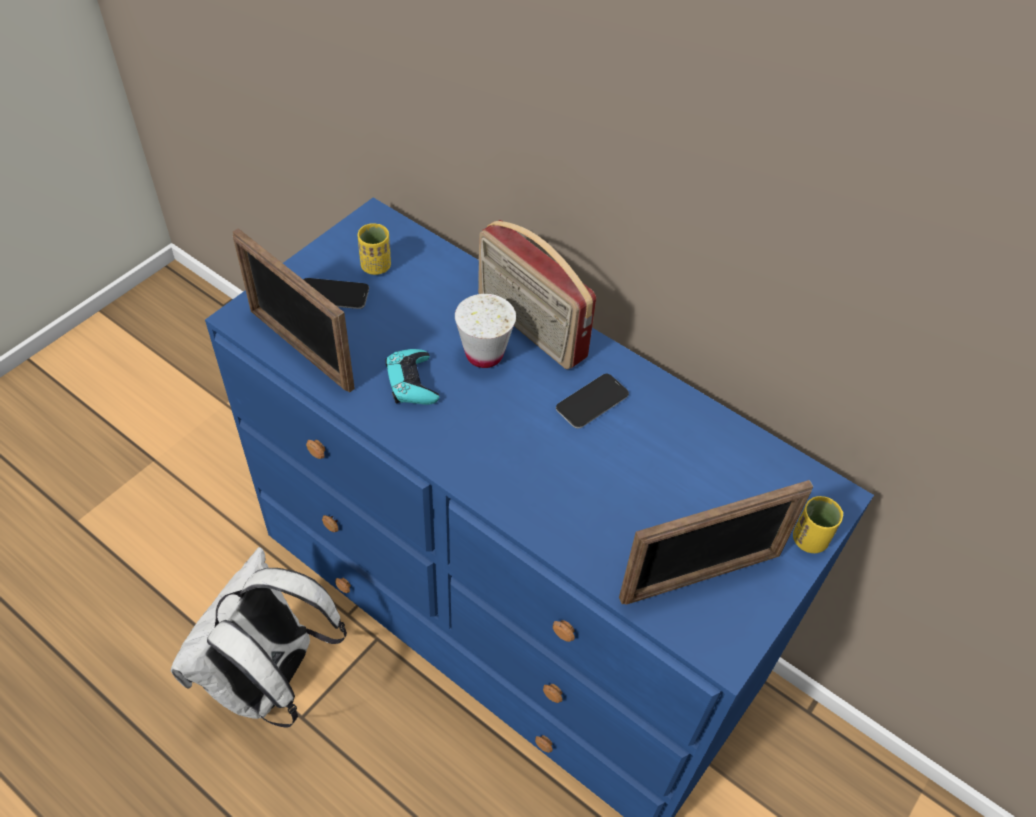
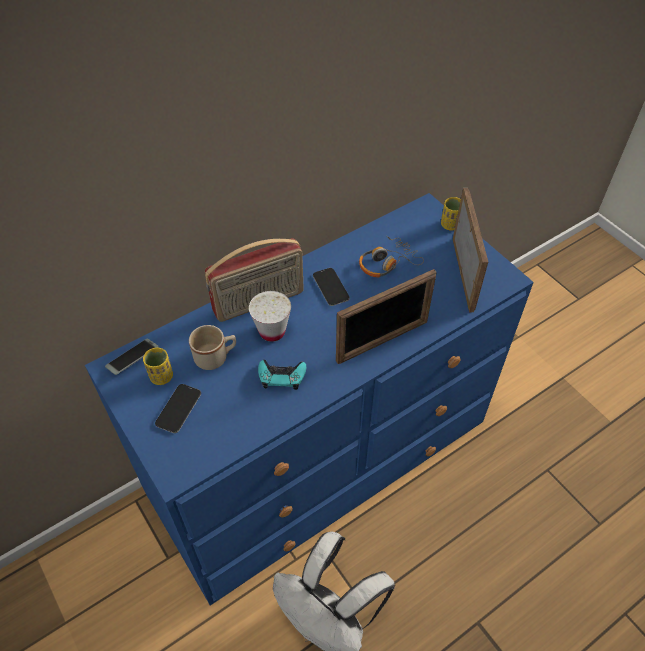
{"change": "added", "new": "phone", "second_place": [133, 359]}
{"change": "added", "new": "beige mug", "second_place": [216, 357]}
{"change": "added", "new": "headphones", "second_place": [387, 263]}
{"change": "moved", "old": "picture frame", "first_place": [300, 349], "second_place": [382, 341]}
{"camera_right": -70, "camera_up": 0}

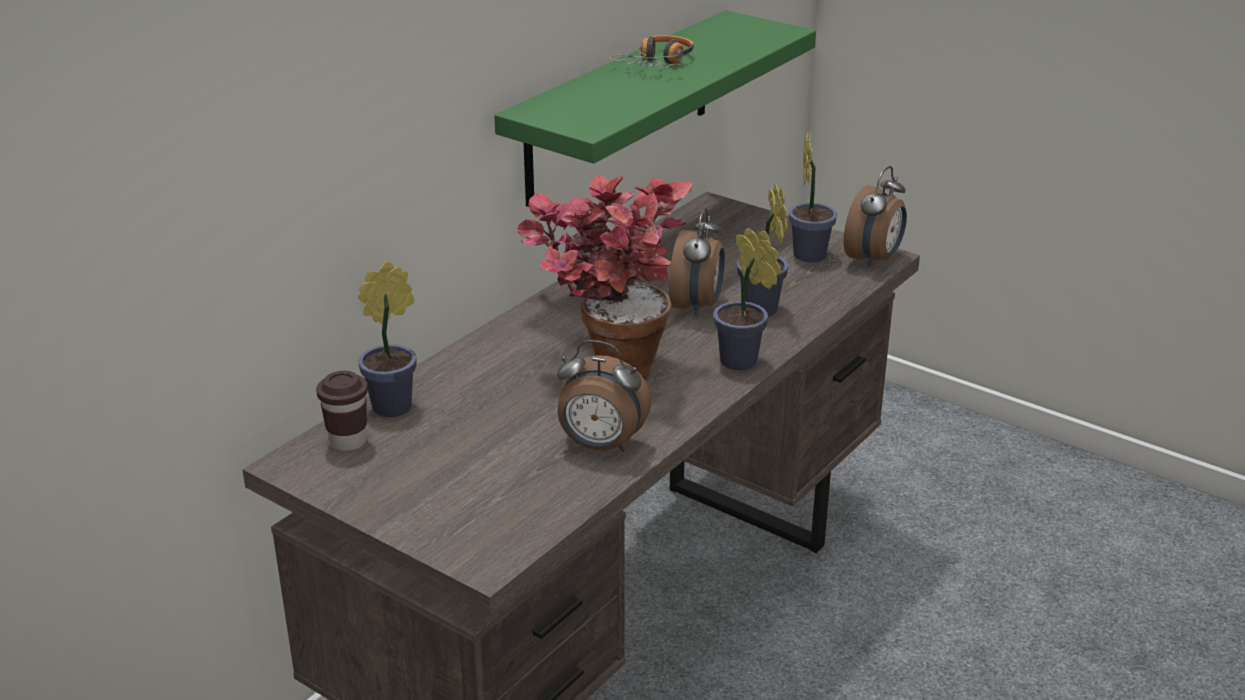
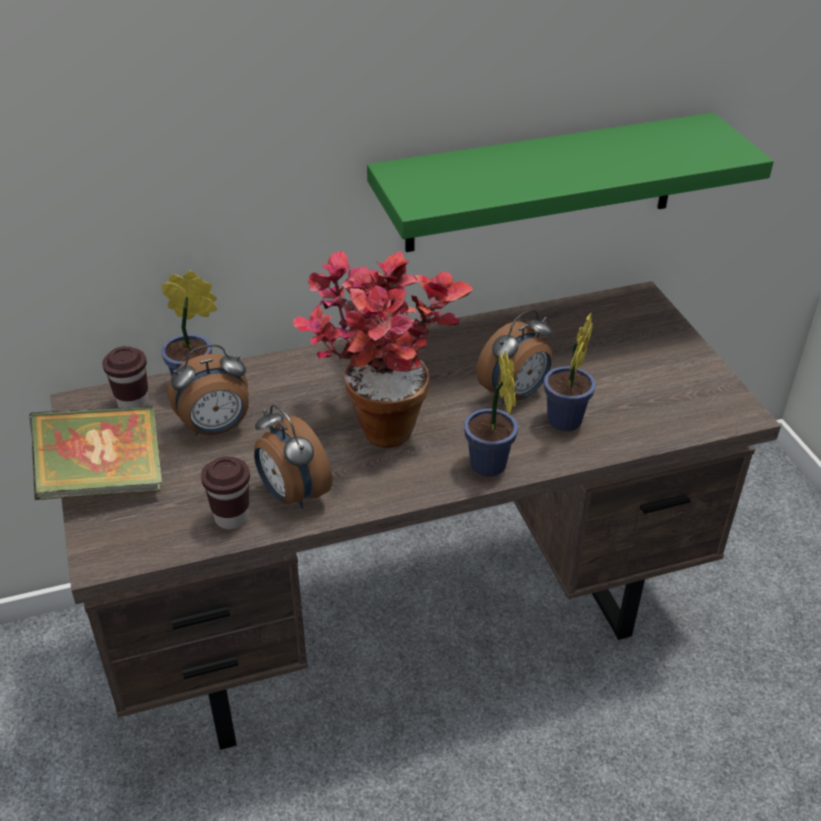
{"change": "removed", "old": "headphones", "first_place": [658, 63]}
{"change": "removed", "old": "potted plant", "first_place": [809, 253]}
{"change": "added", "new": "book", "second_place": [104, 481]}
{"change": "added", "new": "brown cup", "second_place": [231, 518]}
{"change": "moved", "old": "alarm clock", "first_place": [874, 259], "second_place": [216, 428]}
{"camera_right": 35, "camera_up": 10}

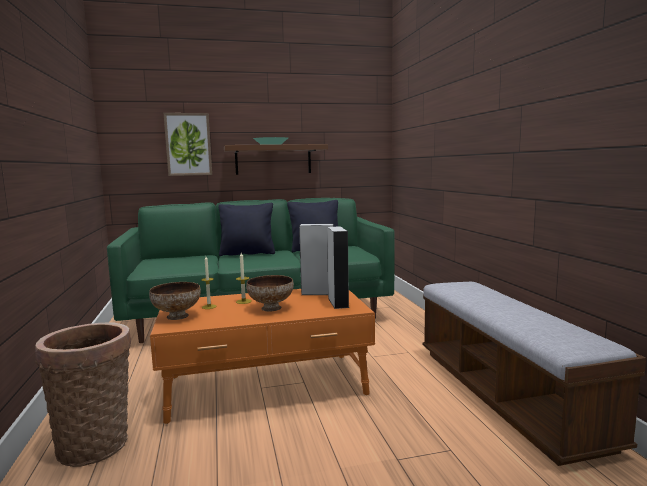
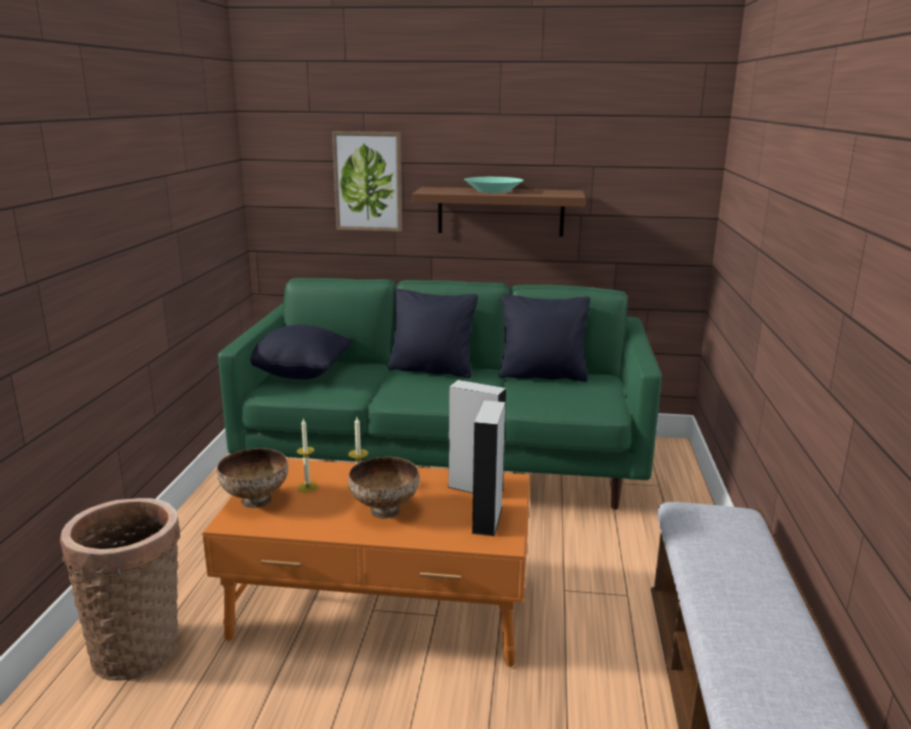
{"change": "added", "new": "black pillow", "second_place": [300, 373]}
{"camera_right": 20, "camera_up": 10}

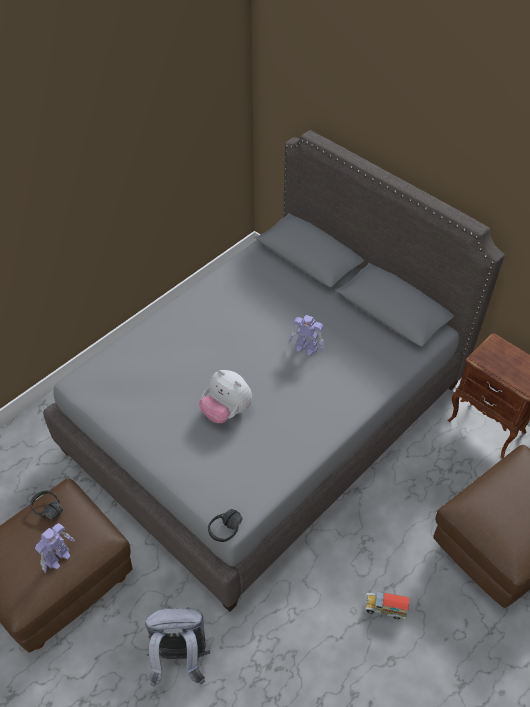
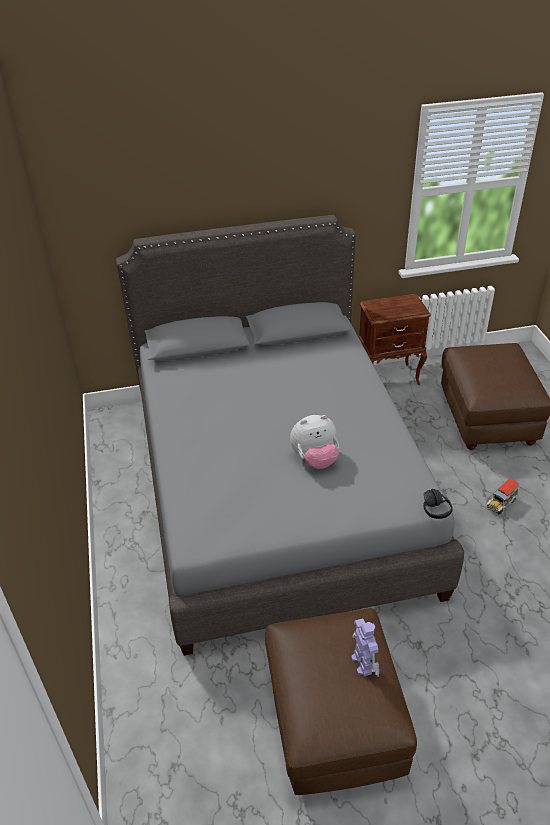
{"change": "removed", "old": "black headphones", "first_place": [44, 512]}
{"change": "removed", "old": "grey backpack", "first_place": [180, 658]}
{"change": "removed", "old": "toy robot", "first_place": [306, 348]}
{"camera_right": -55, "camera_up": -10}

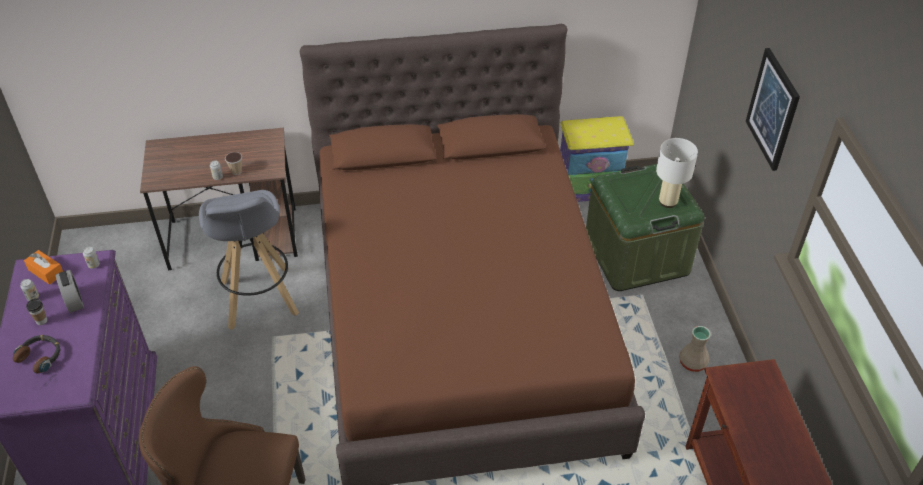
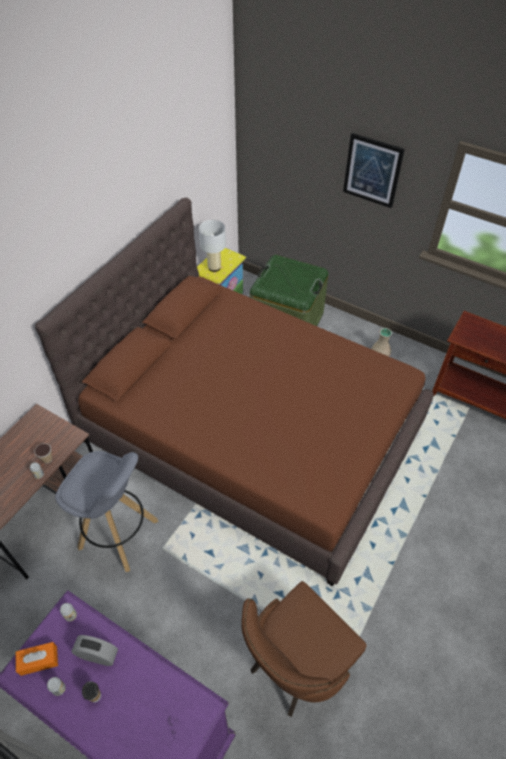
{"change": "removed", "old": "headphones", "first_place": [41, 356]}
{"change": "moved", "old": "white table lamp", "first_place": [668, 201], "second_place": [214, 267]}
{"camera_right": -50, "camera_up": 5}

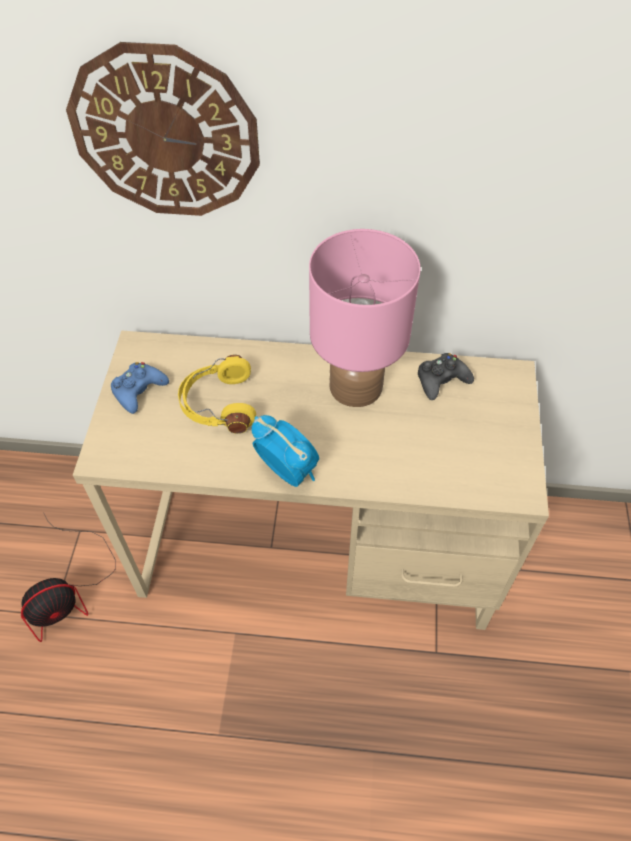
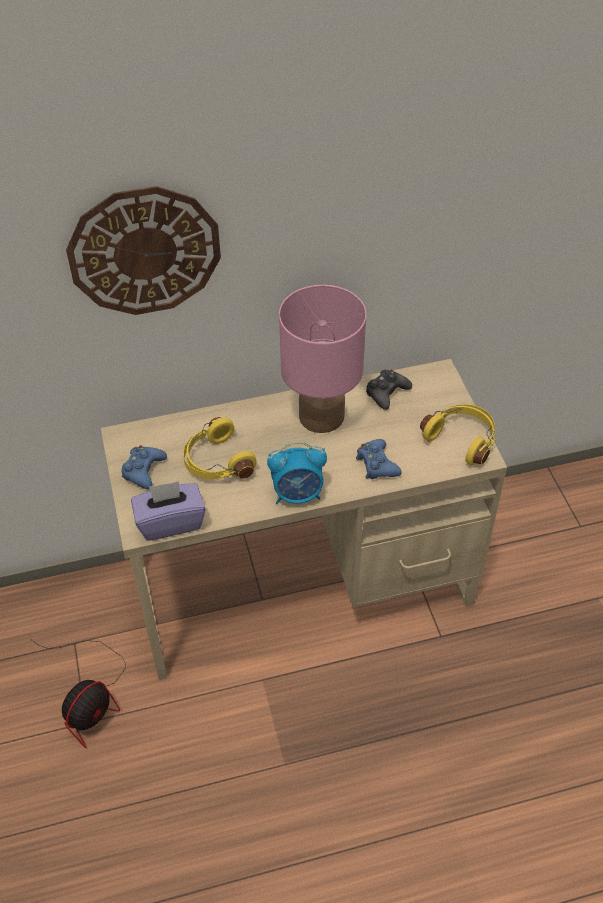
{"change": "added", "new": "purple tissue box", "second_place": [170, 522]}
{"change": "added", "new": "blue game controller", "second_place": [377, 464]}
{"change": "added", "new": "yellow headphones", "second_place": [462, 439]}
{"change": "turned", "old": "alarm clock", "first_place": [287, 471], "second_place": [298, 494], "degrees": 150}
{"camera_right": -20, "camera_up": -5}

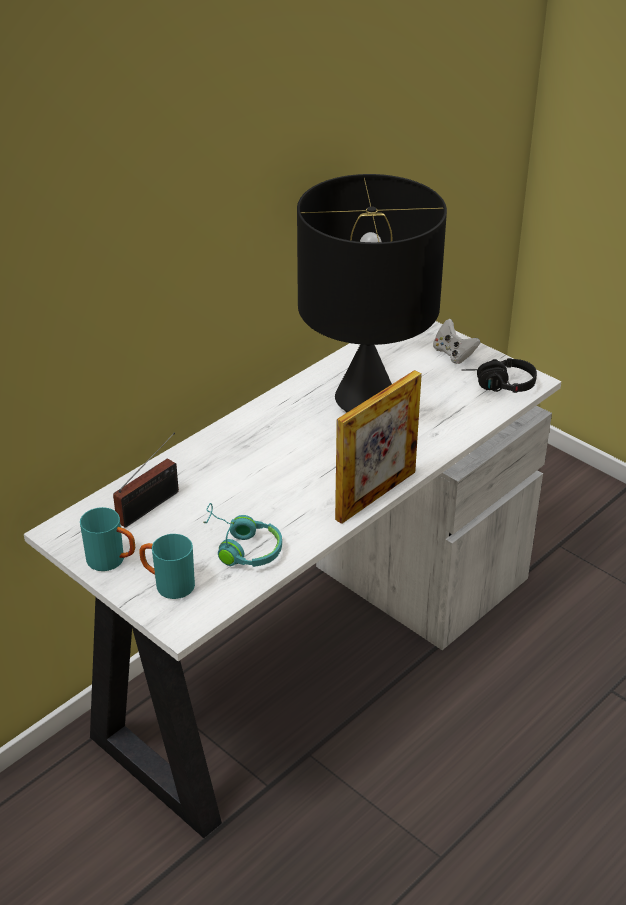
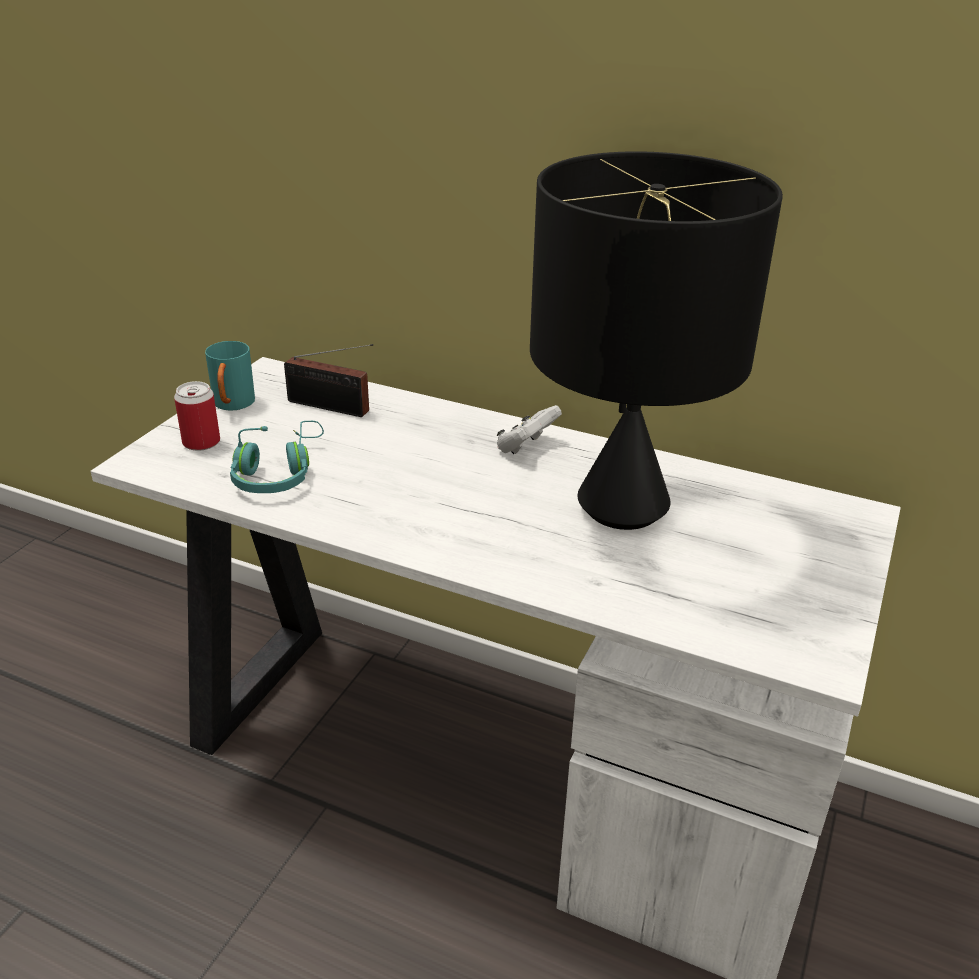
{"change": "removed", "old": "picture frame", "first_place": [376, 495]}
{"change": "removed", "old": "black headphones", "first_place": [498, 385]}
{"change": "moved", "old": "white game controller", "first_place": [453, 354], "second_place": [526, 447]}
{"change": "replaced", "old": "turquoise mug", "new": "can", "first_place": [168, 584], "second_place": [201, 442]}
{"camera_right": 70, "camera_up": -5}

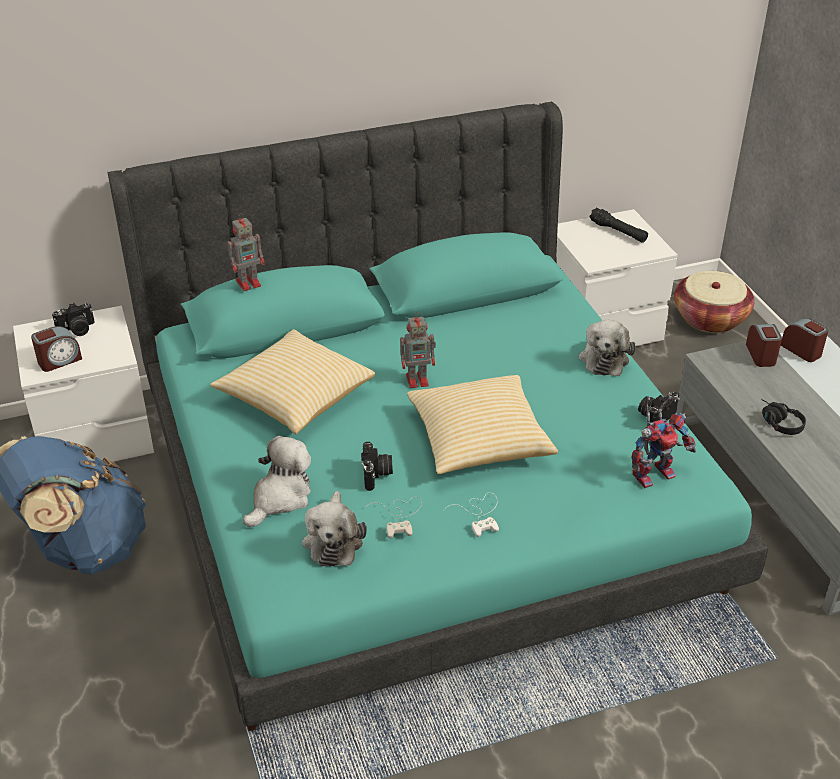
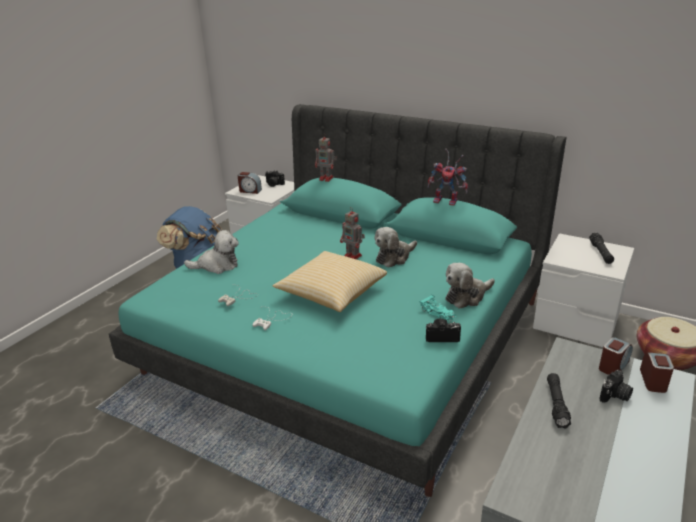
{"change": "removed", "old": "pillow", "first_place": [295, 397]}
{"change": "added", "new": "turquoise toy car", "second_place": [438, 313]}
{"change": "moved", "old": "plush toy", "first_place": [333, 540], "second_place": [394, 257]}
{"change": "moved", "old": "photo camera", "first_place": [376, 474], "second_place": [615, 396]}
{"change": "moved", "old": "toy robot", "first_place": [654, 472], "second_place": [448, 201]}
{"change": "replaced", "old": "black headphones", "new": "black flashlight", "first_place": [777, 422], "second_place": [556, 404]}
{"camera_right": 50, "camera_up": -10}

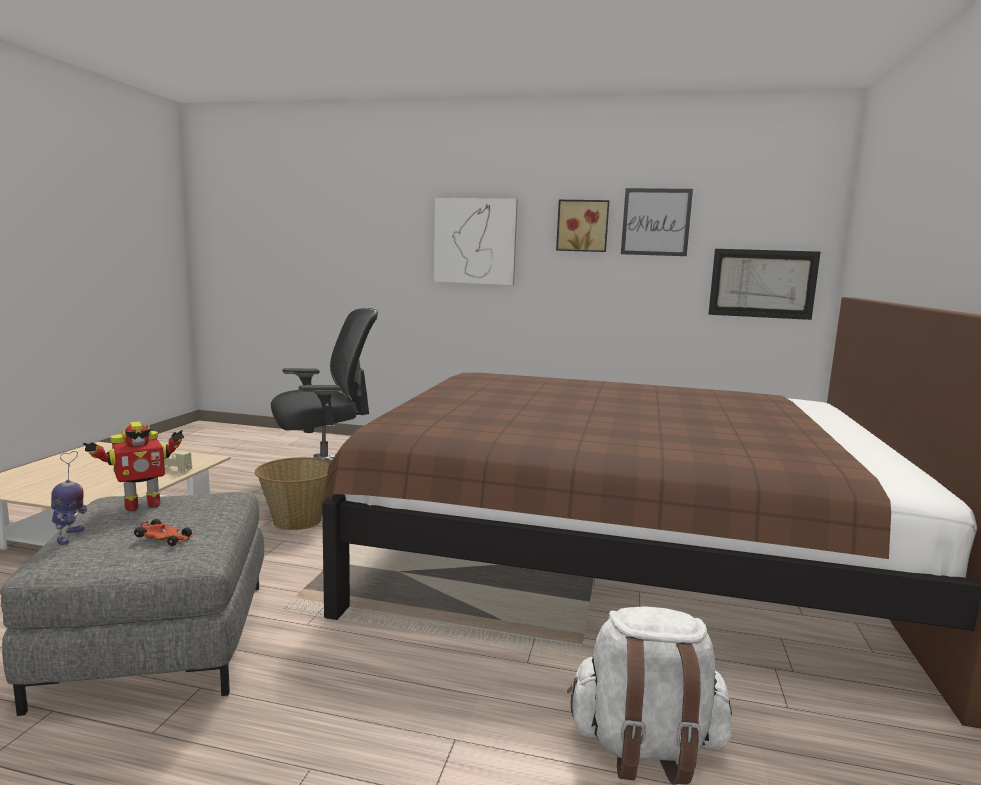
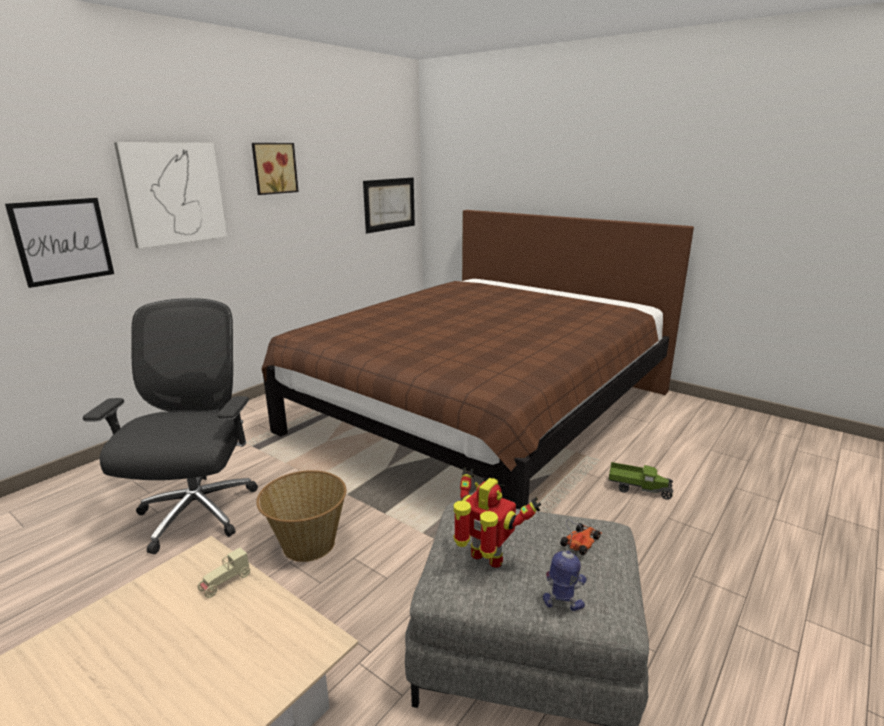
{"change": "removed", "old": "white backpack", "first_place": [645, 747]}
{"change": "added", "new": "toy truck", "second_place": [638, 488]}
{"change": "moved", "old": "picture", "first_place": [656, 222], "second_place": [63, 241]}
{"change": "turned", "old": "toy robot", "first_place": [141, 505], "second_place": [486, 560], "degrees": -45}
{"camera_right": -65, "camera_up": 10}

